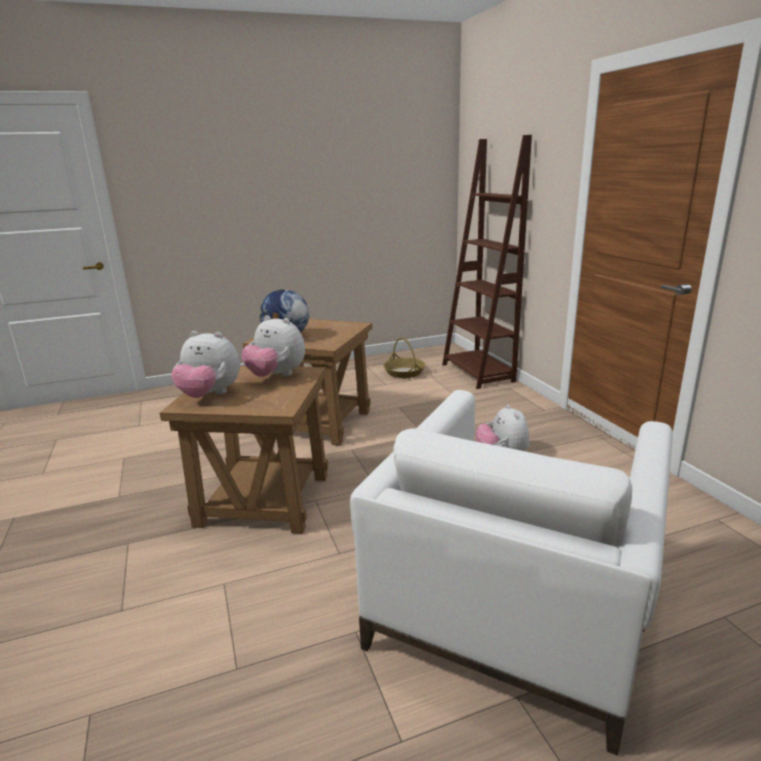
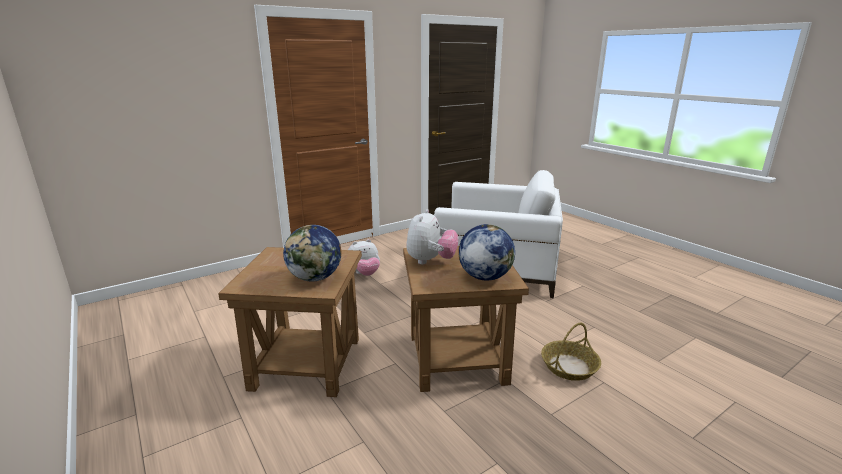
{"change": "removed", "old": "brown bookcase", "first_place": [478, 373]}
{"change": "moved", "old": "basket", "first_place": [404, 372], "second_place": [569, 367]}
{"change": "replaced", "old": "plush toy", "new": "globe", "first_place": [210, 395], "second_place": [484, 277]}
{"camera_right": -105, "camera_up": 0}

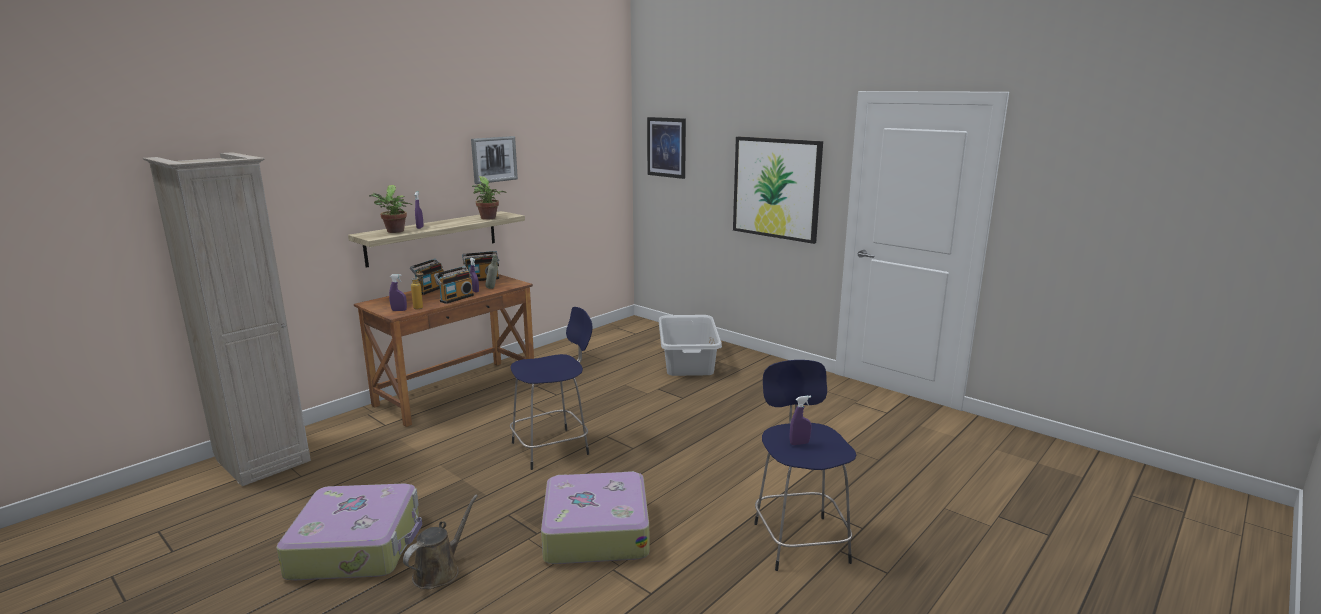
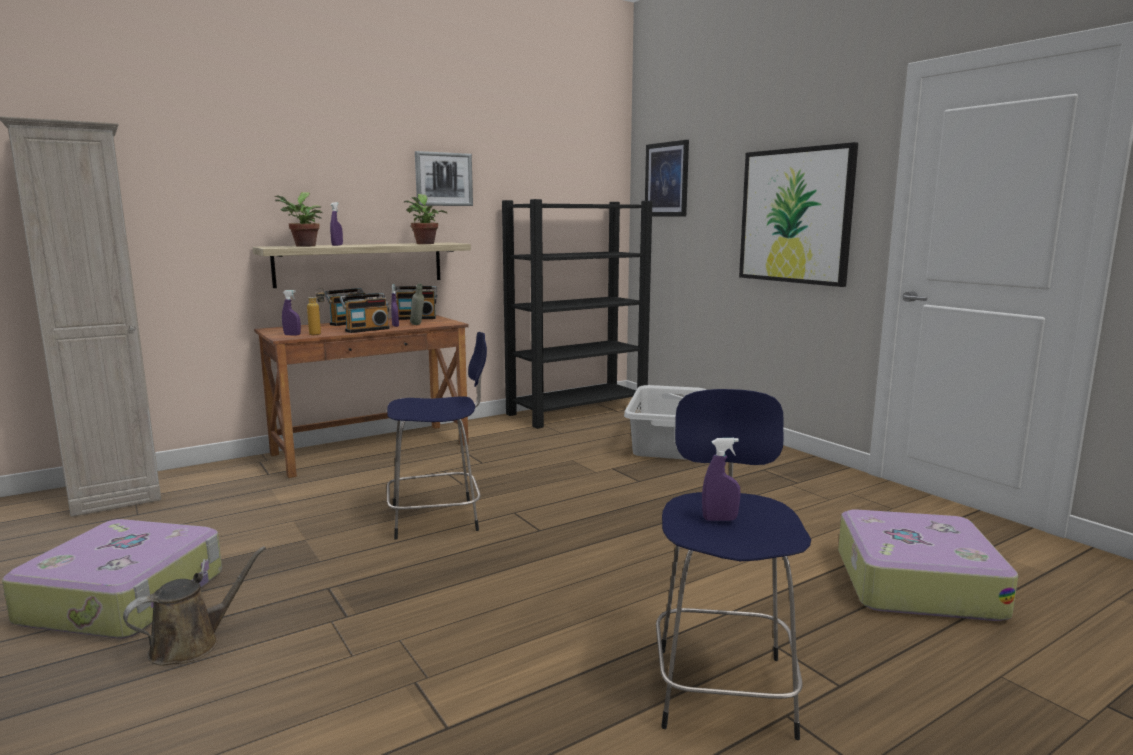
{"change": "added", "new": "black bookcase", "second_place": [577, 411]}
{"change": "moved", "old": "suitcase", "first_place": [595, 531], "second_place": [914, 582]}
{"camera_right": 15, "camera_up": -5}

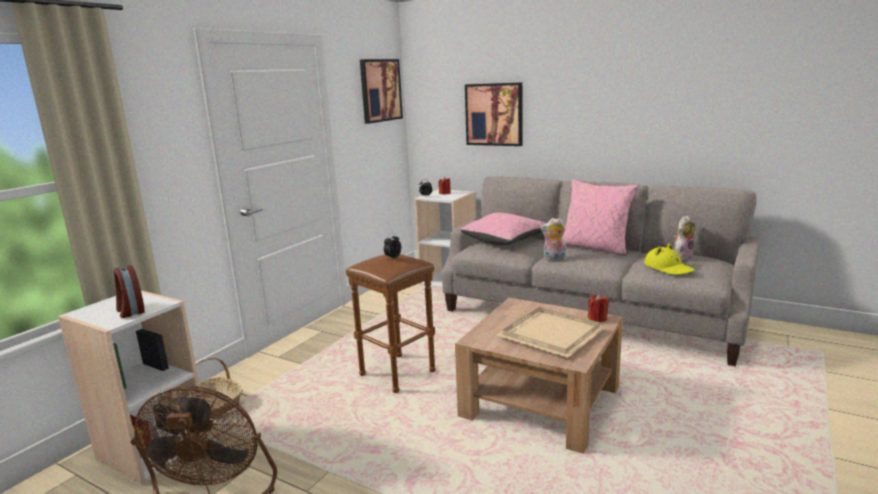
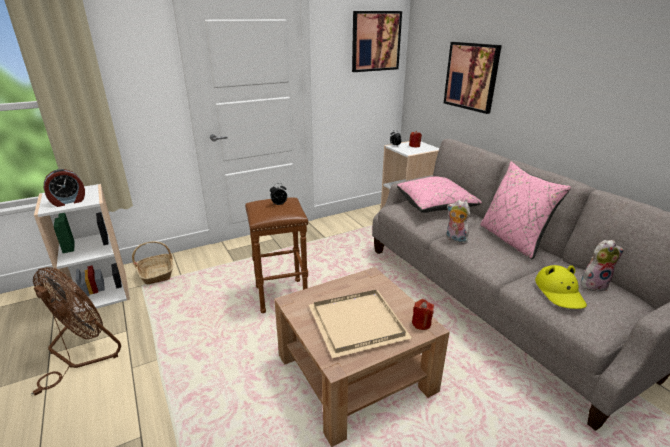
{"change": "turned", "old": "alarm clock", "first_place": [130, 311], "second_place": [68, 202], "degrees": -120}
{"camera_right": 30, "camera_up": 10}

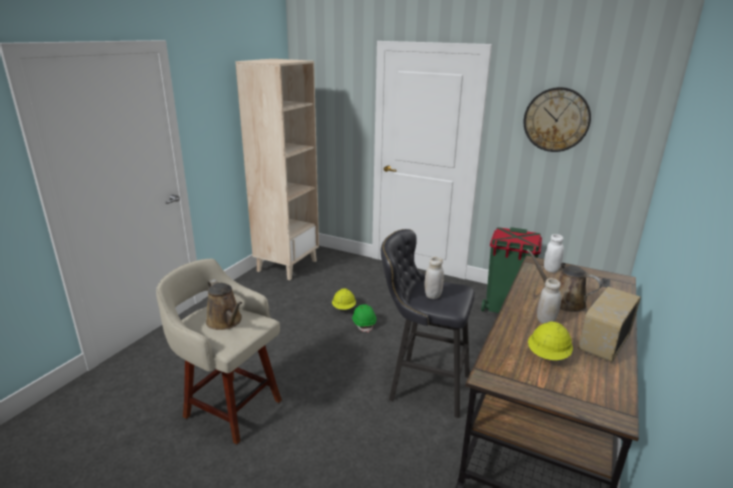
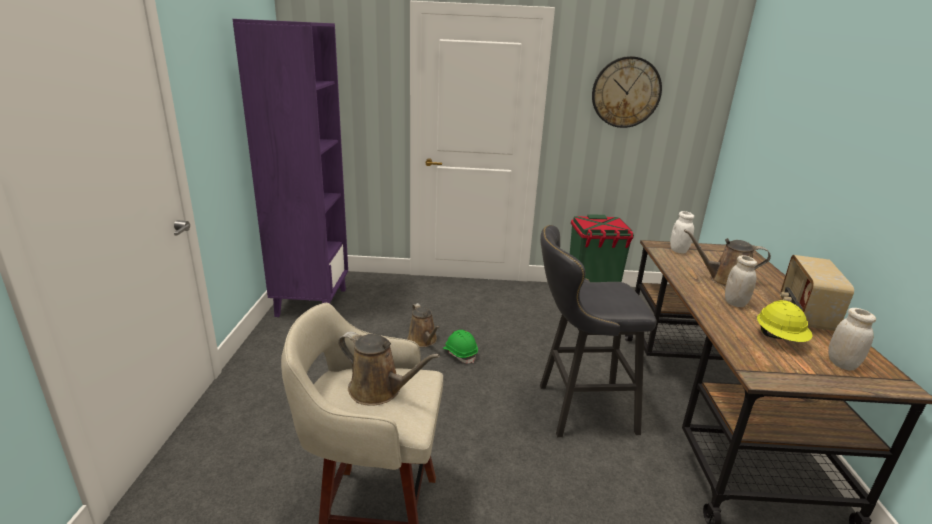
{"change": "moved", "old": "white jar", "first_place": [432, 295], "second_place": [841, 364]}
{"change": "replaced", "old": "yellow hard hat", "new": "brown watering can", "first_place": [344, 308], "second_place": [423, 341]}
{"change": "recoloured", "old": "beige bookcase", "new": "purple bookcase", "first_place": [287, 265], "second_place": [311, 302]}
{"camera_right": -25, "camera_up": 0}

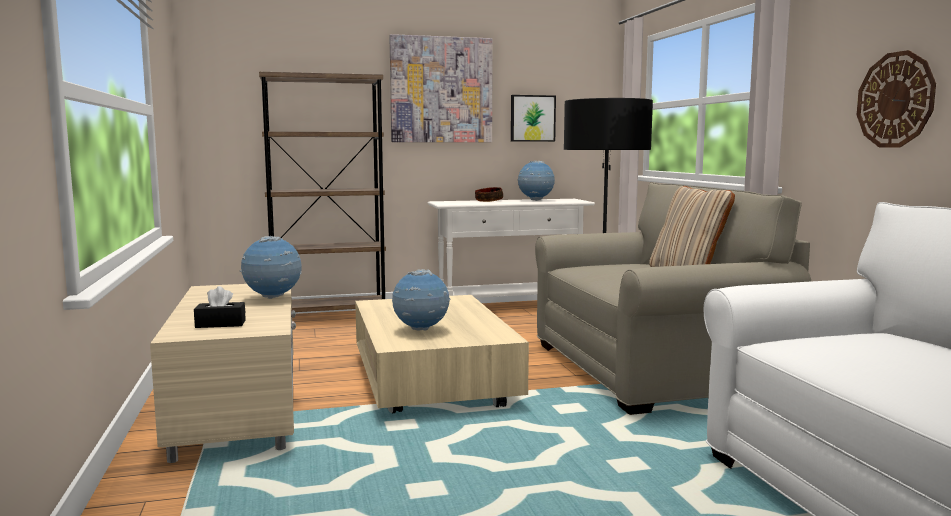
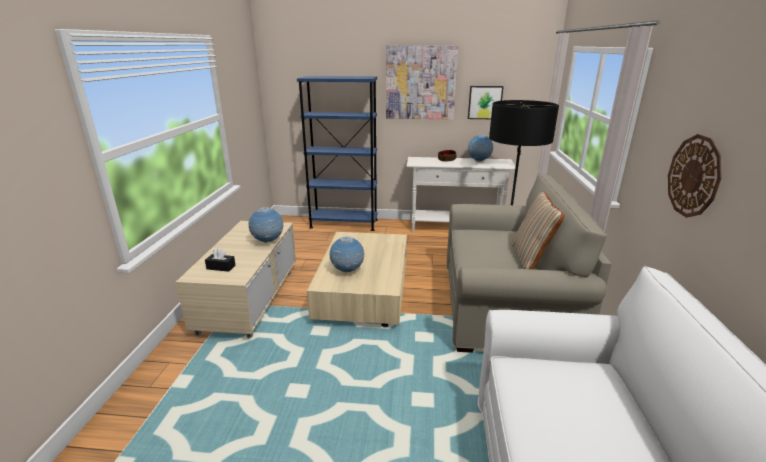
{"change": "recoloured", "old": "brown bookcase", "new": "blue bookcase", "first_place": [329, 318], "second_place": [344, 224]}
{"camera_right": 20, "camera_up": 15}

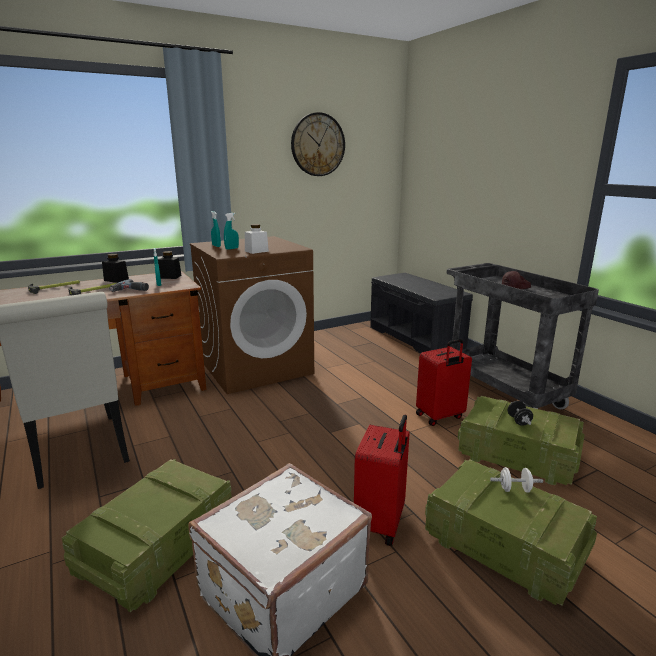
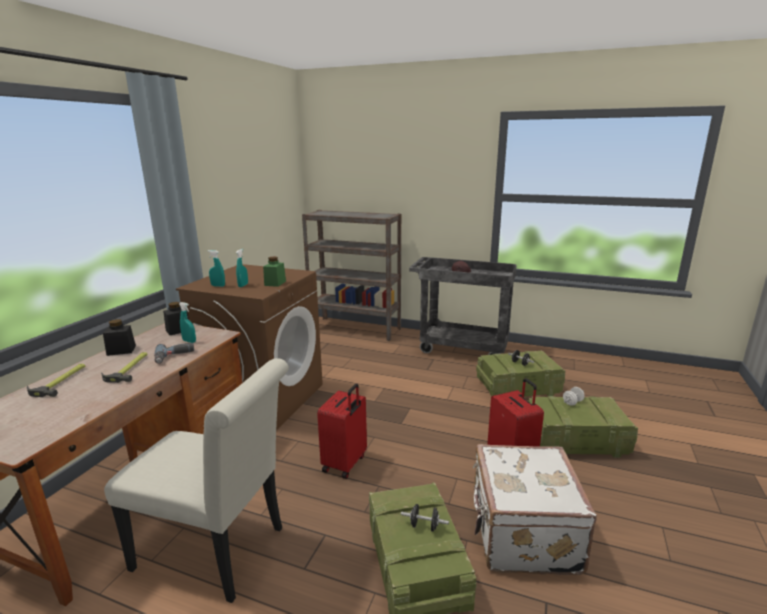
{"change": "removed", "old": "wall clock", "first_place": [318, 145]}
{"change": "added", "new": "black dumbbell", "second_place": [424, 526]}
{"change": "moved", "old": "red suitcase", "first_place": [440, 416], "second_place": [345, 464]}
{"change": "replaced", "old": "grey bench", "new": "grey bookcase", "first_place": [416, 337], "second_place": [355, 329]}
{"change": "recoloured", "old": "white jar", "new": "green jar", "first_place": [256, 251], "second_place": [275, 283]}
{"camera_right": -40, "camera_up": 0}

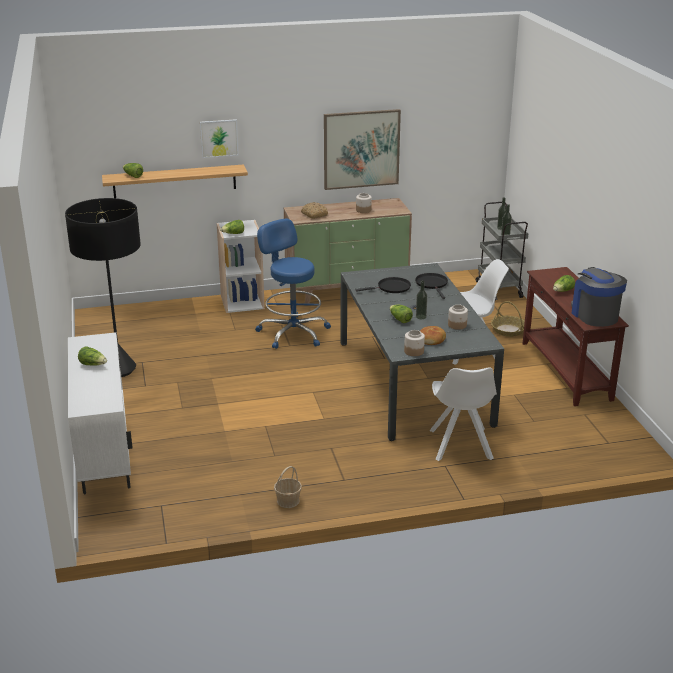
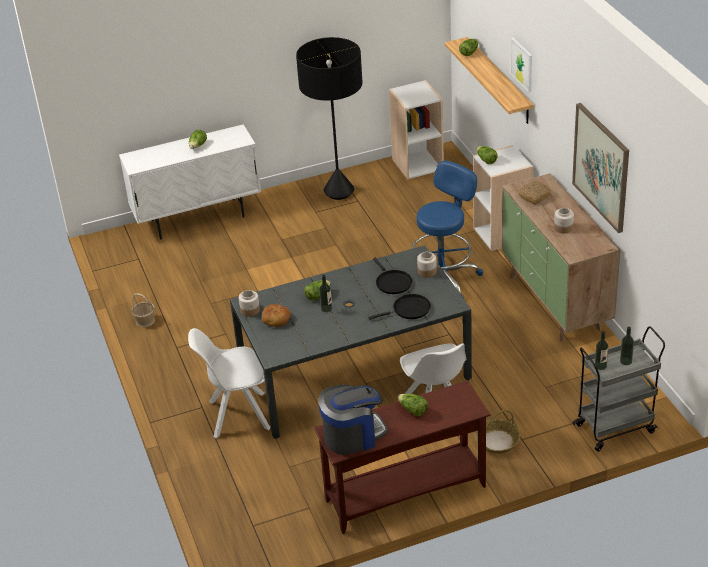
{"change": "added", "new": "bookcase", "second_place": [418, 164]}
{"change": "moved", "old": "jar", "first_place": [457, 325], "second_place": [427, 272]}
{"camera_right": 85, "camera_up": 10}

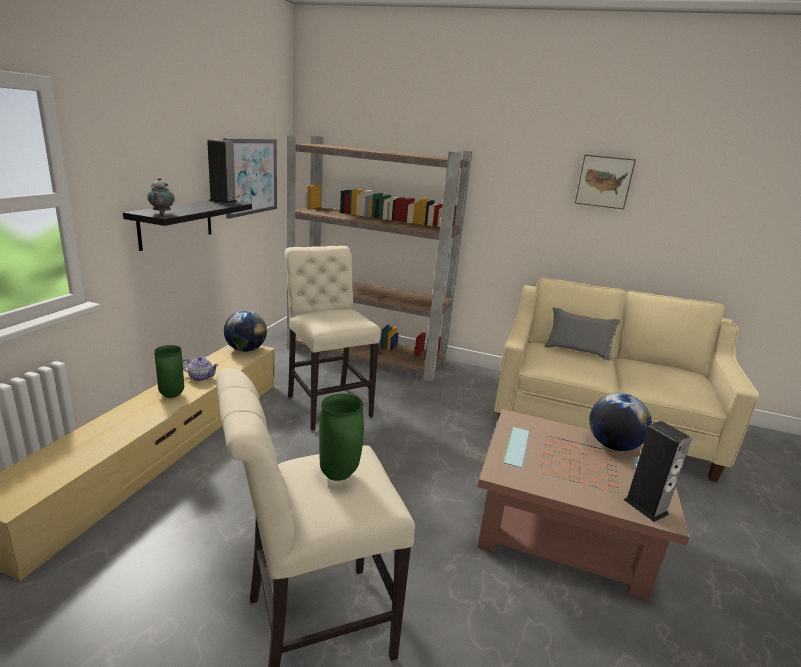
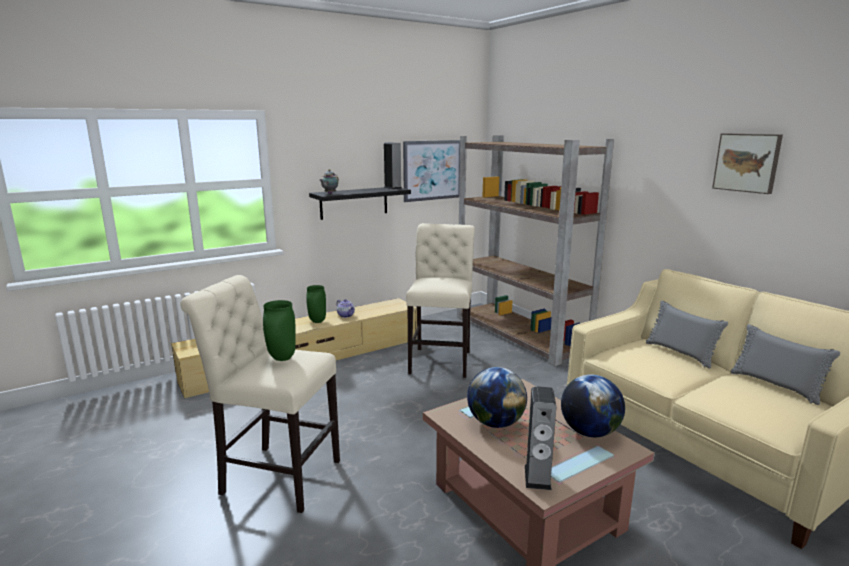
{"change": "added", "new": "grey pillow", "second_place": [776, 386]}
{"change": "moved", "old": "globe", "first_place": [246, 349], "second_place": [495, 423]}
{"camera_right": 40, "camera_up": -5}

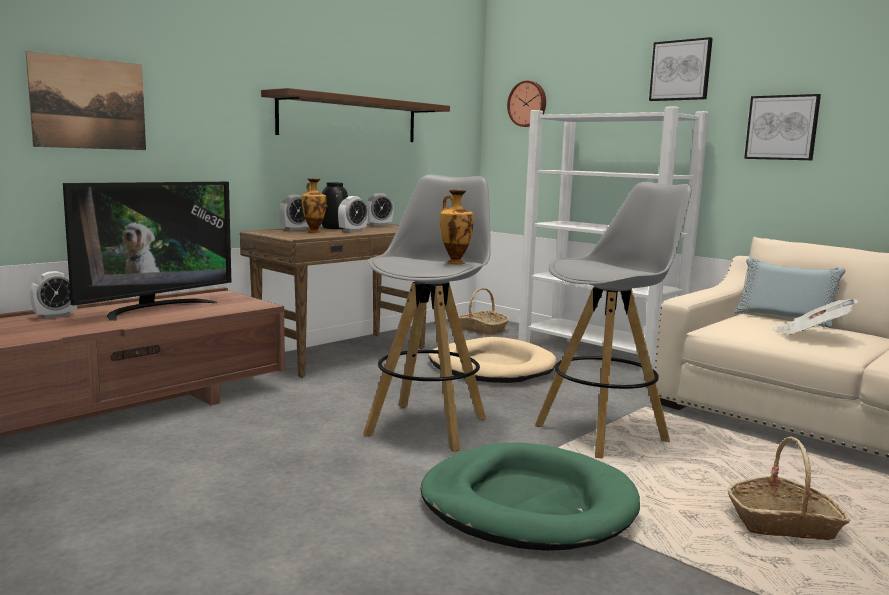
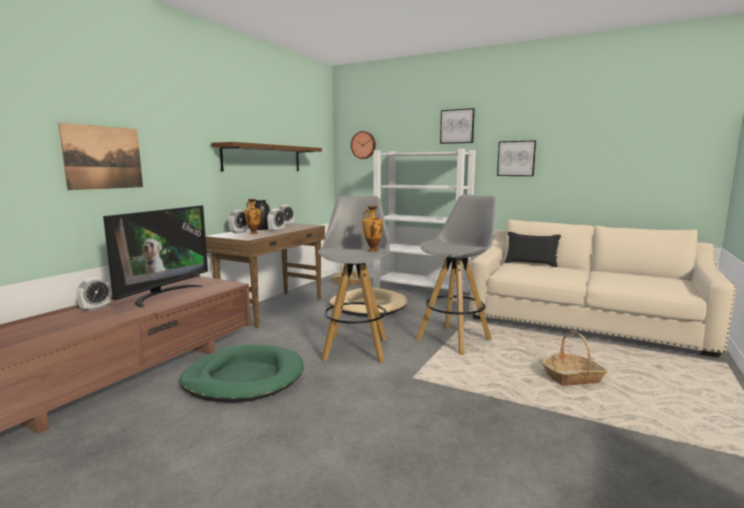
{"change": "removed", "old": "newspaper", "first_place": [810, 336]}
{"change": "moved", "old": "green dog bed", "first_place": [527, 504], "second_place": [244, 378]}
{"change": "recoloured", "old": "blue pillow", "new": "black pillow", "first_place": [784, 319], "second_place": [530, 264]}
{"camera_right": -15, "camera_up": 0}

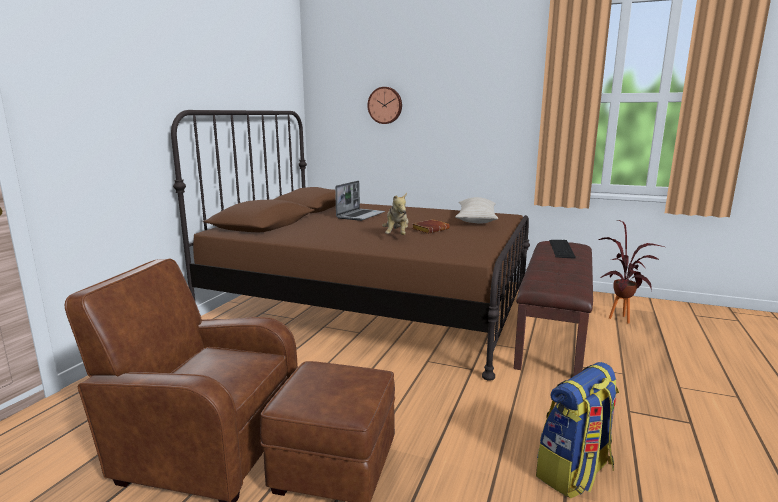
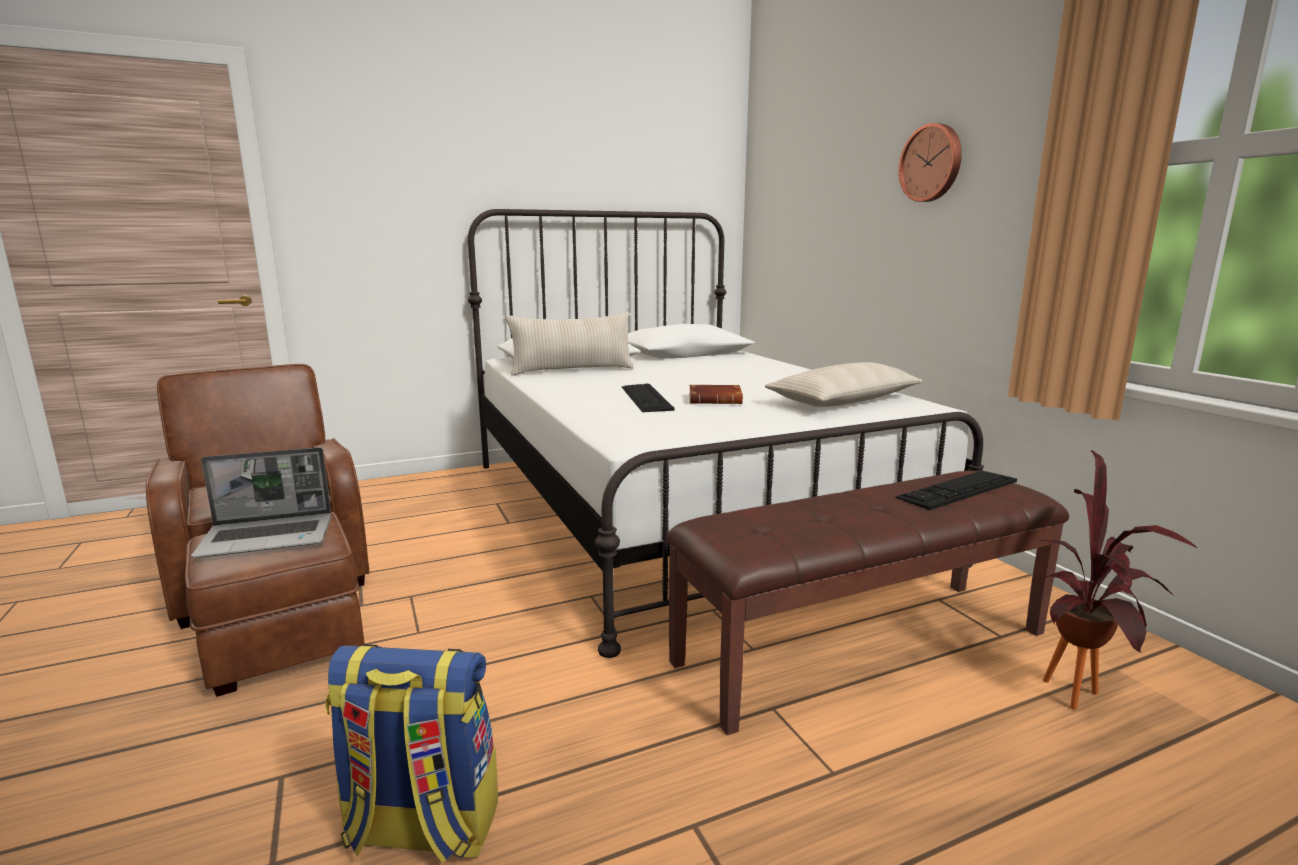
{"change": "added", "new": "beige pillow", "second_place": [572, 370]}
{"change": "moved", "old": "laptop", "first_place": [360, 215], "second_place": [269, 537]}
{"change": "moved", "old": "wall clock", "first_place": [385, 105], "second_place": [932, 163]}
{"change": "replaced", "old": "plush toy", "new": "keyboard", "first_place": [397, 235], "second_place": [646, 398]}
{"change": "recoloured", "old": "brown bed", "new": "white bed", "first_place": [372, 305], "second_place": [681, 507]}
{"camera_right": 45, "camera_up": 0}

